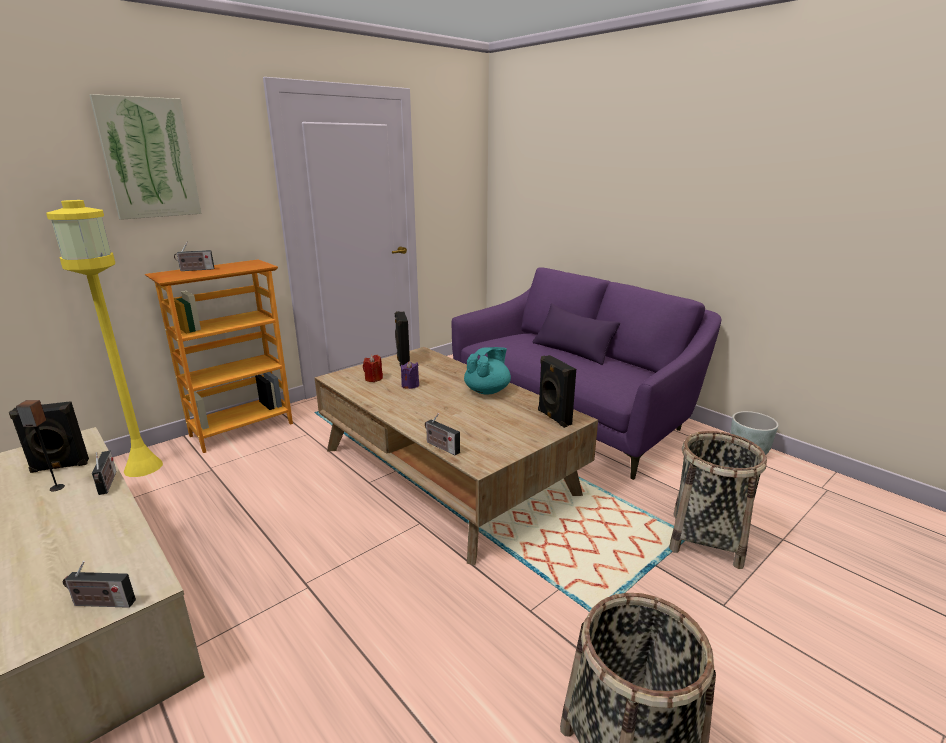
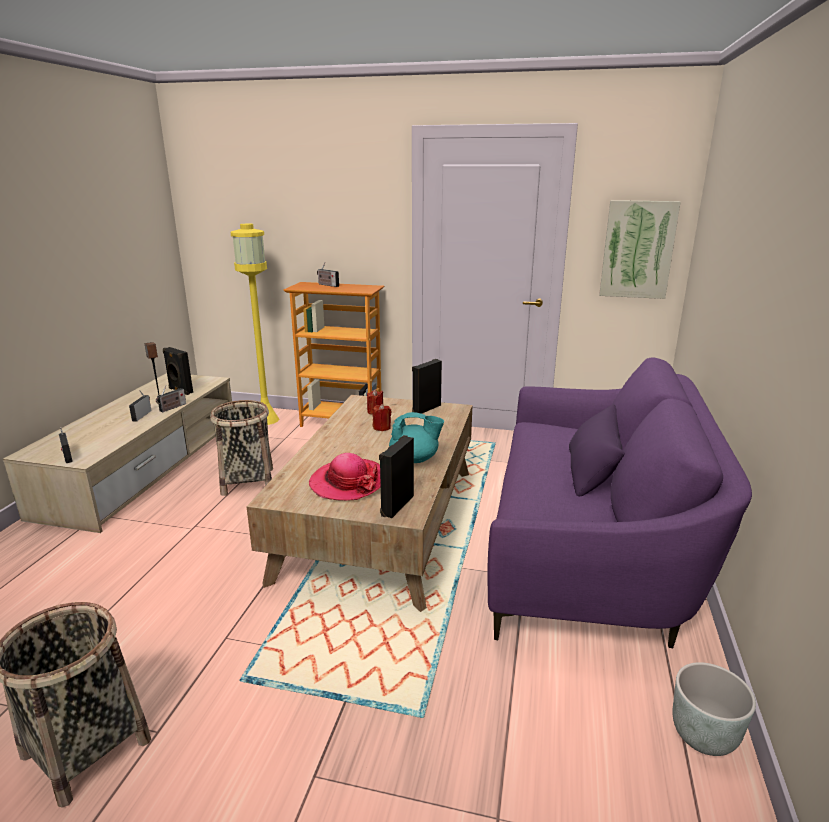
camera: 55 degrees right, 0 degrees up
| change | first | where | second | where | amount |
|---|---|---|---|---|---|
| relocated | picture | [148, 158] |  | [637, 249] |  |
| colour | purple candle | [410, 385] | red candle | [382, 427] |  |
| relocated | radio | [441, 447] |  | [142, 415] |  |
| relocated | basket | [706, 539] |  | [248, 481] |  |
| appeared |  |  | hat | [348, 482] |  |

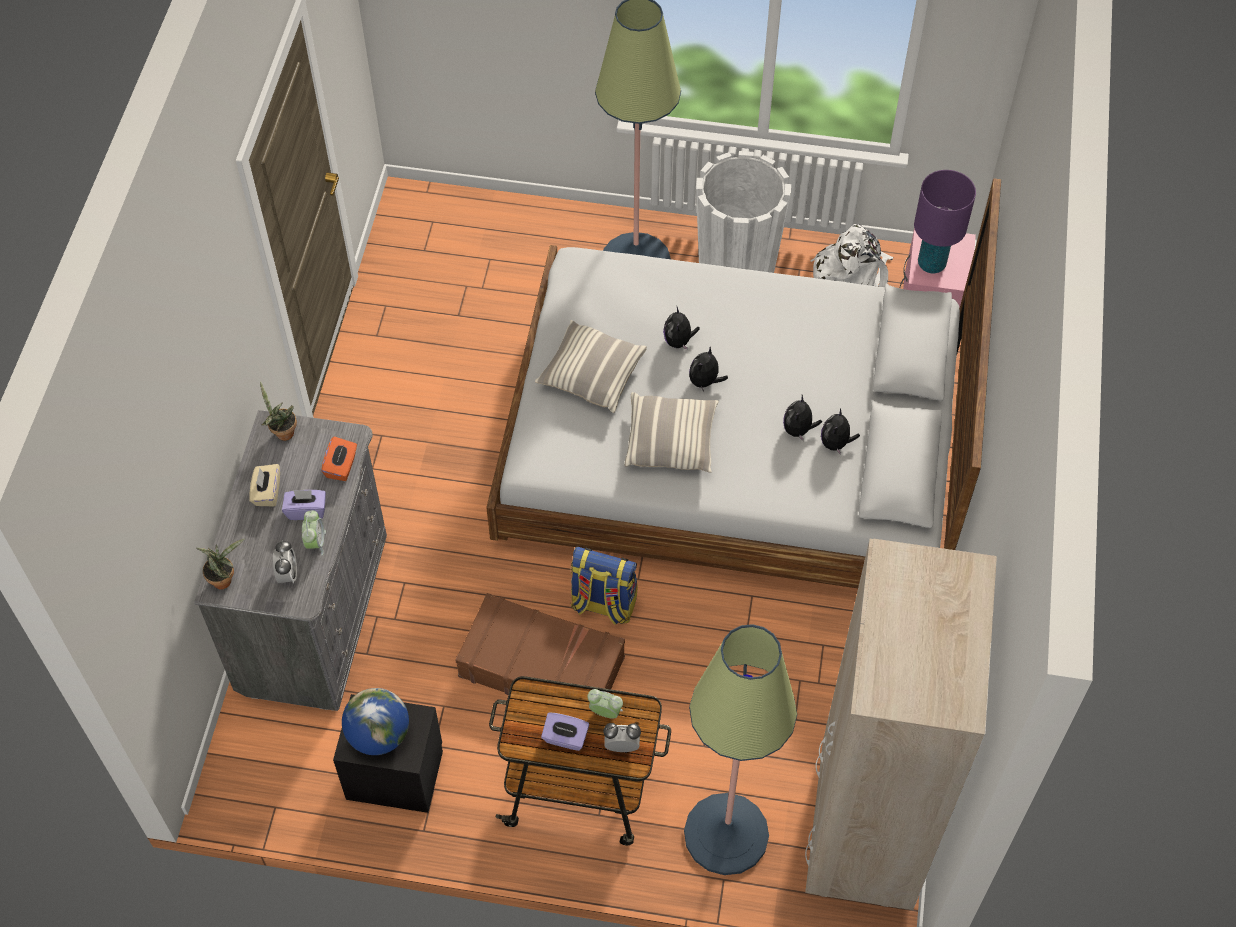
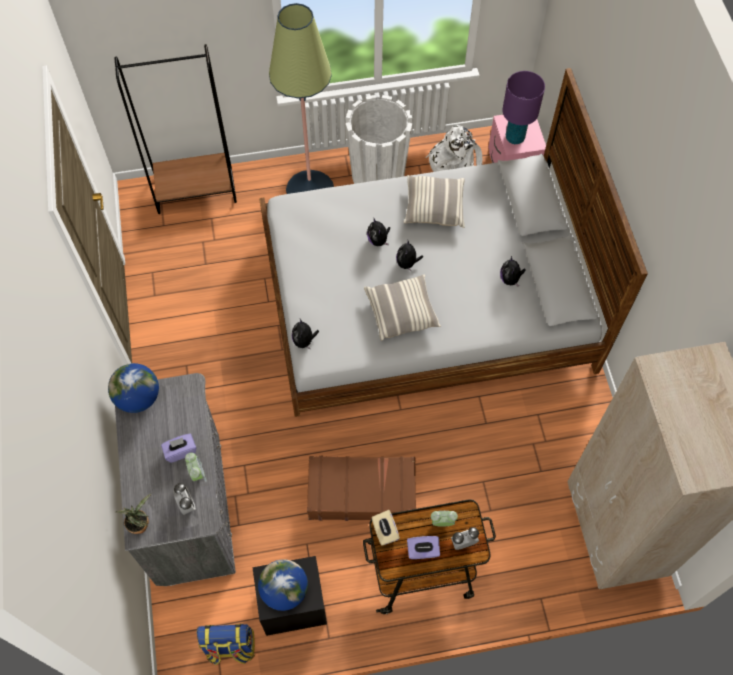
camera: 20 degrees left, 5 degrees up
| change | first | where | second | where | amount |
|---|---|---|---|---|---|
| relocated | pillow | [591, 375] |  | [434, 207] |  |
| exchanged | potted plant | [282, 432] | globe | [138, 398] |  |
| relocated | plush toy | [798, 430] |  | [304, 341] |  |
| missing | orange tissue box | [341, 467] |  |  |  |
| relocated | beige tissue box | [267, 492] |  | [385, 531] |  |
| relocated | backpack | [603, 604] |  | [230, 647] |  |
| missing | floor lamp | [726, 834] |  |  |  |
| appeared |  |  | clothes rack | [195, 191] |  |

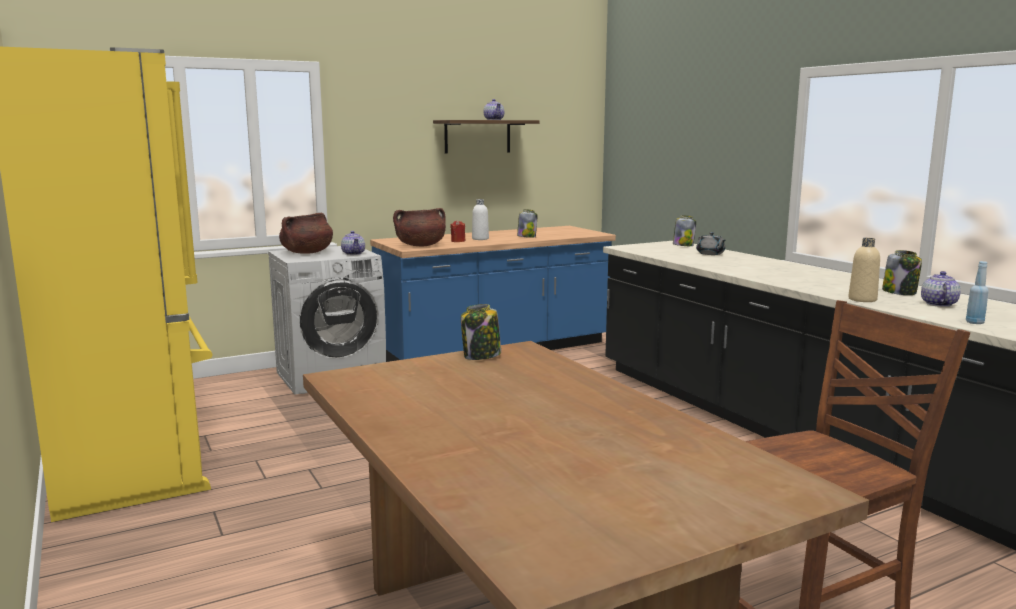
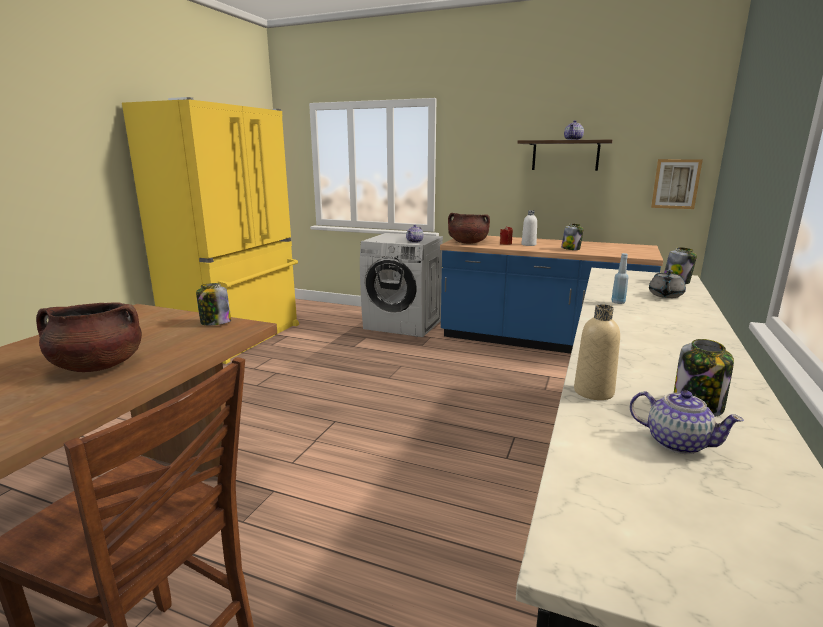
camera: 50 degrees right, 5 degrees up
| change | first | where | second | where | amount |
|---|---|---|---|---|---|
| relocated | brown cooking pot | [307, 253] |  | [97, 366] |  |
| relocated | blue bottle | [975, 322] |  | [618, 302] |  |
| spun | teapot | [938, 304] |  | [676, 442] | 60 degrees clockwise |
| appeared |  |  | picture | [675, 184] |  |

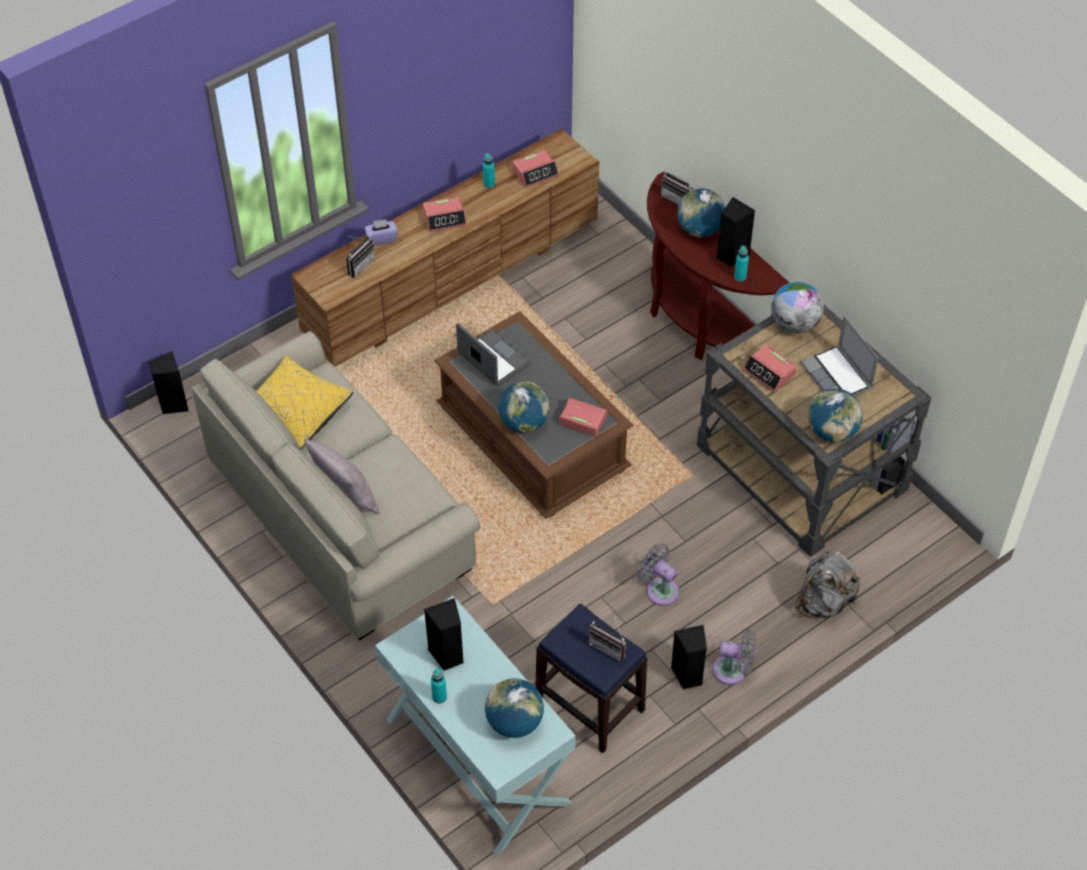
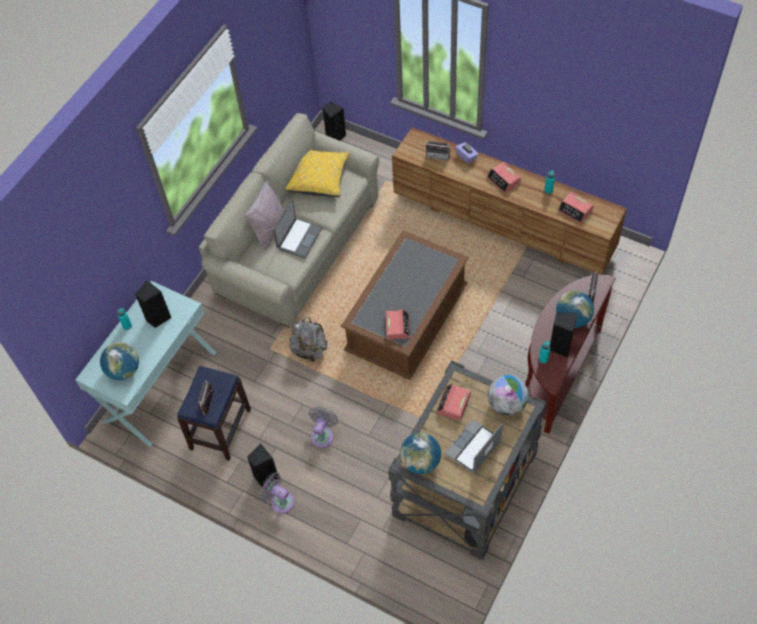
camera: 70 degrees right, 5 degrees up
| change | first | where | second | where | amount |
|---|---|---|---|---|---|
| relocated | laptop | [492, 360] |  | [299, 238] |  |
| missing | globe | [524, 423] |  |  |  |
| relocated | grey backpack | [824, 601] |  | [310, 349] |  |
| spun | grey fan | [733, 671] |  | [280, 501] | 135 degrees clockwise |

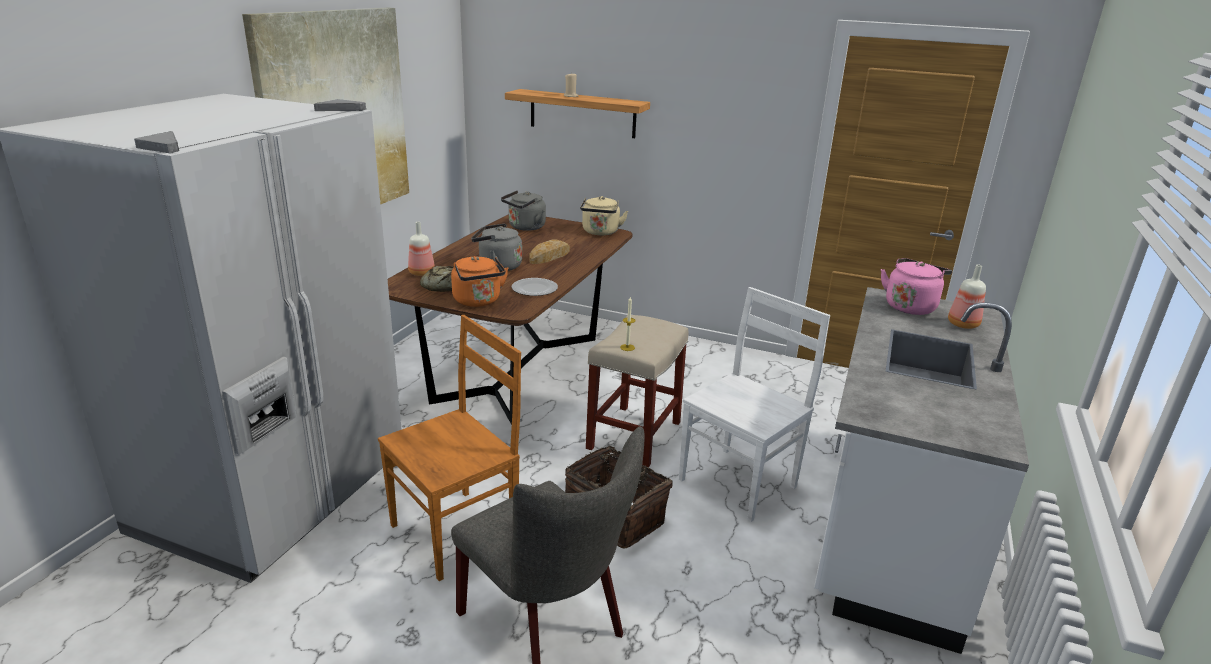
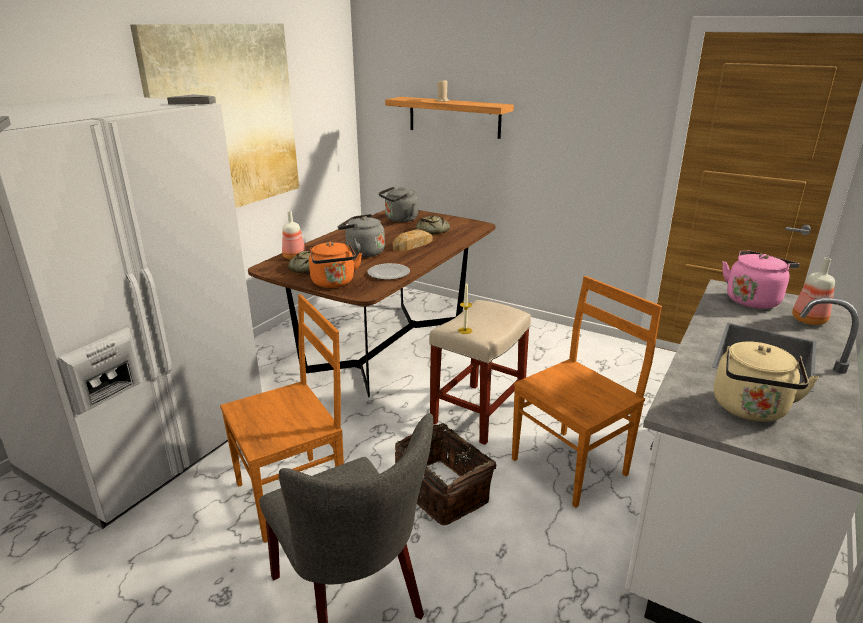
camera: 10 degrees right, 0 degrees up
| change | first | where | second | where | amount |
|---|---|---|---|---|---|
| relocated | beige kettle | [600, 232] |  | [750, 410] |  |
| colour | white chair | [739, 482] | brown chair | [571, 465] |  |
| appeared |  |  | bread | [431, 231] |  |

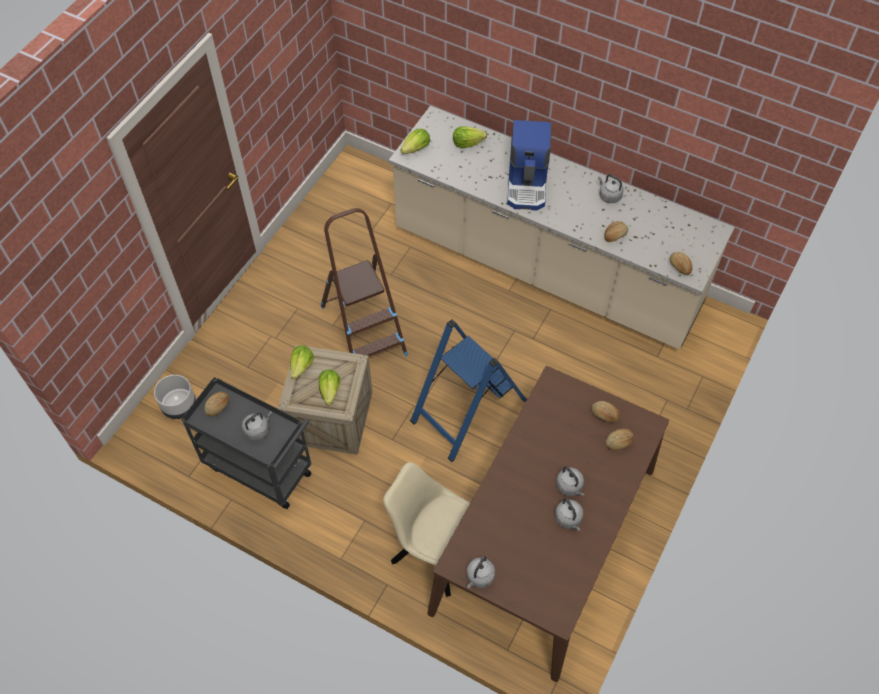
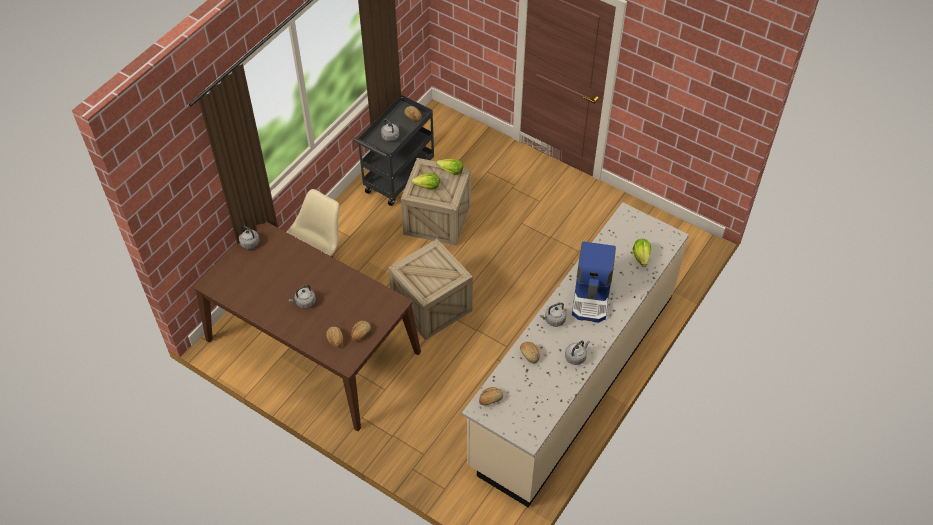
camera: 95 degrees right, 5 degrees down
| change | first | where | second | where | amount |
|---|---|---|---|---|---|
| spun | coffee machine | [528, 184] |  | [592, 296] | 90 degrees counterclockwise |
| missing | lettuce | [416, 149] |  |  |  |
| missing | brown step ladder | [364, 330] |  |  |  |
| exchanged | blue step ladder | [467, 410] | crate | [431, 306] |  |
| missing | grey planter | [179, 405] |  |  |  |
| relocated | grey kettle | [568, 519] |  | [553, 320] |  |

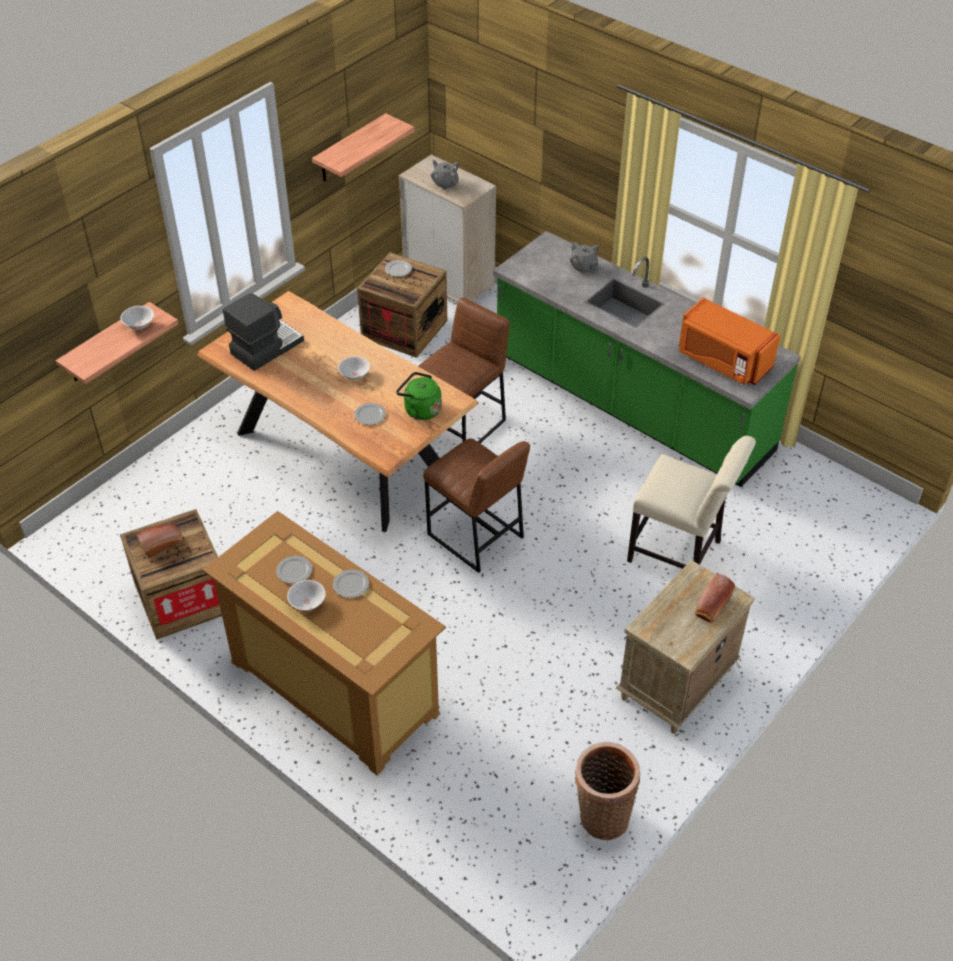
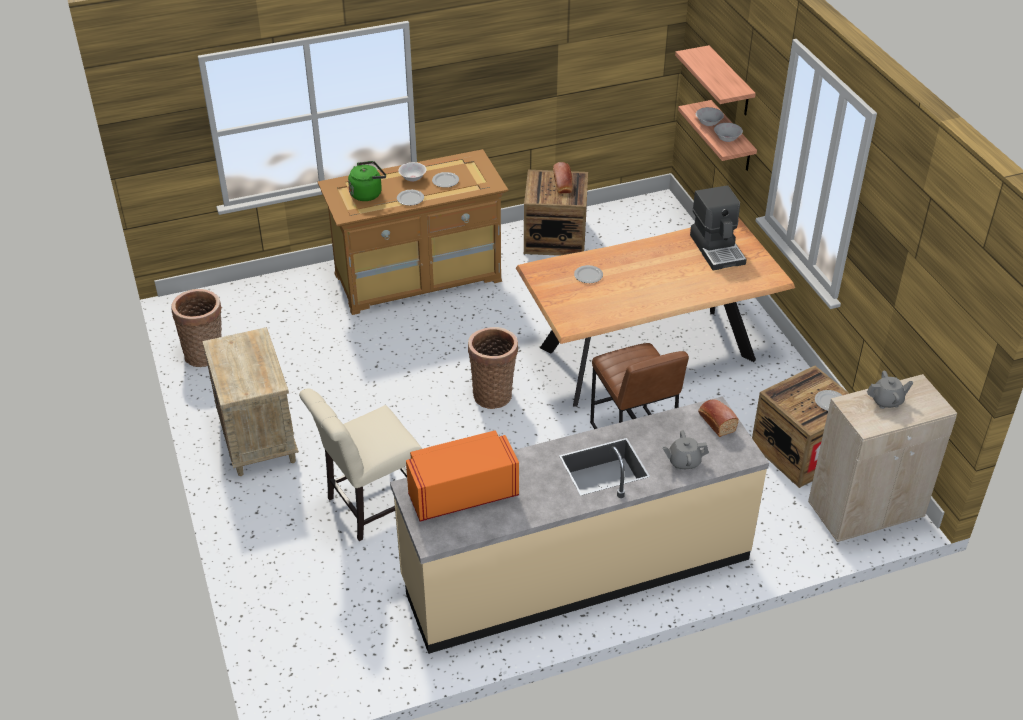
camera: 120 degrees right, 5 degrees down
| change | first | where | second | where | amount |
|---|---|---|---|---|---|
| relocated | shelf | [350, 149] |  | [730, 82] |  |
| colour | green counter | [630, 405] | beige counter | [576, 569] |  |
| relocated | white bowl | [354, 375] |  | [708, 123] |  |
| relocated | green kettle | [420, 409] |  | [368, 193] |  |
| exchanged | brown chair | [476, 536] | basket | [493, 393] |  |
| relocated | bread | [712, 606] |  | [715, 422] |  |

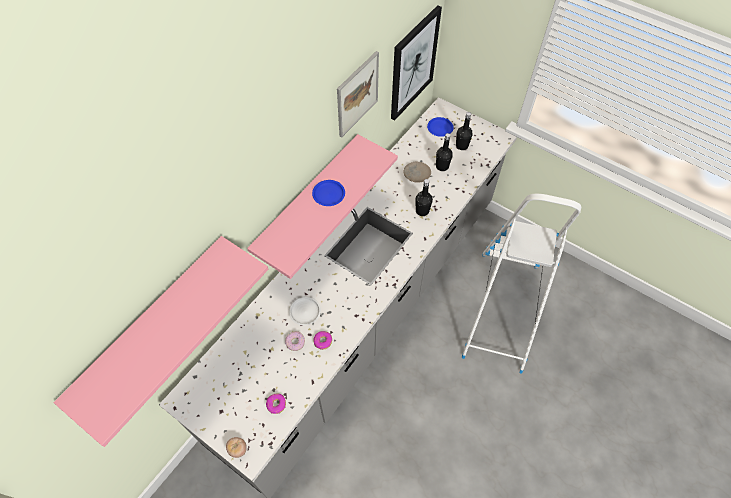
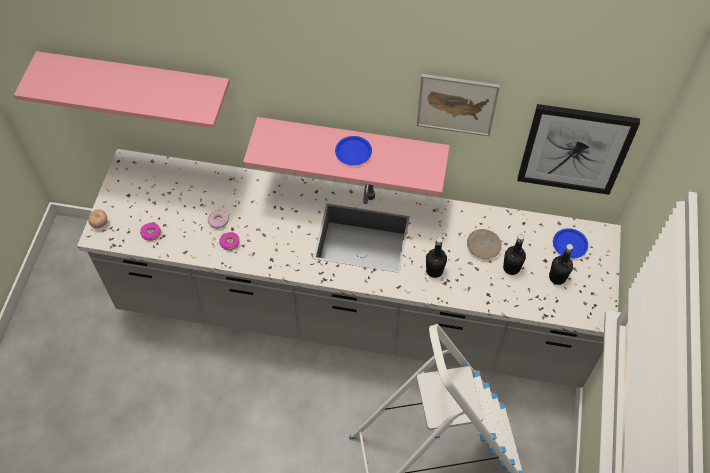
camera: 65 degrees right, 0 degrees up
| change | first | where | second | where | amount |
|---|---|---|---|---|---|
| missing | white plate | [305, 312] |  |  |  |

